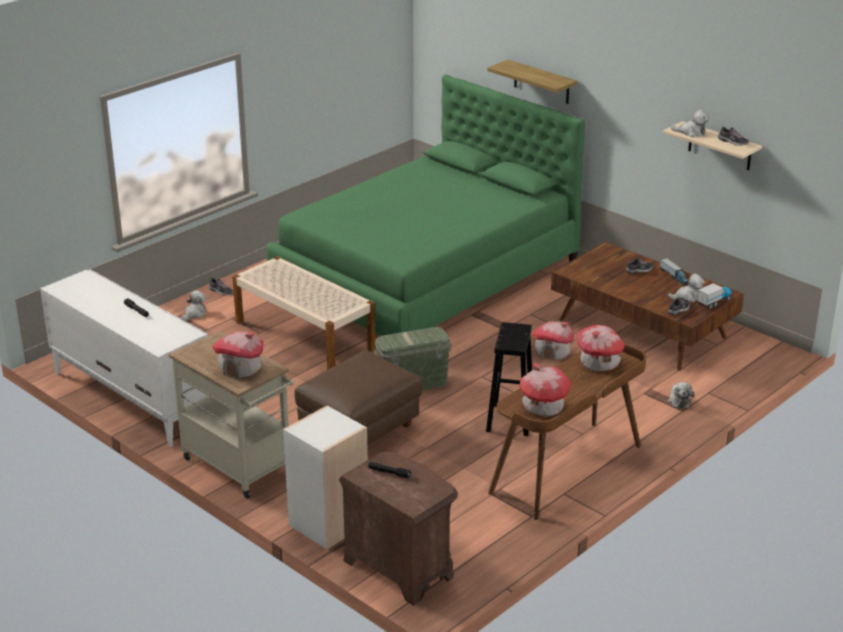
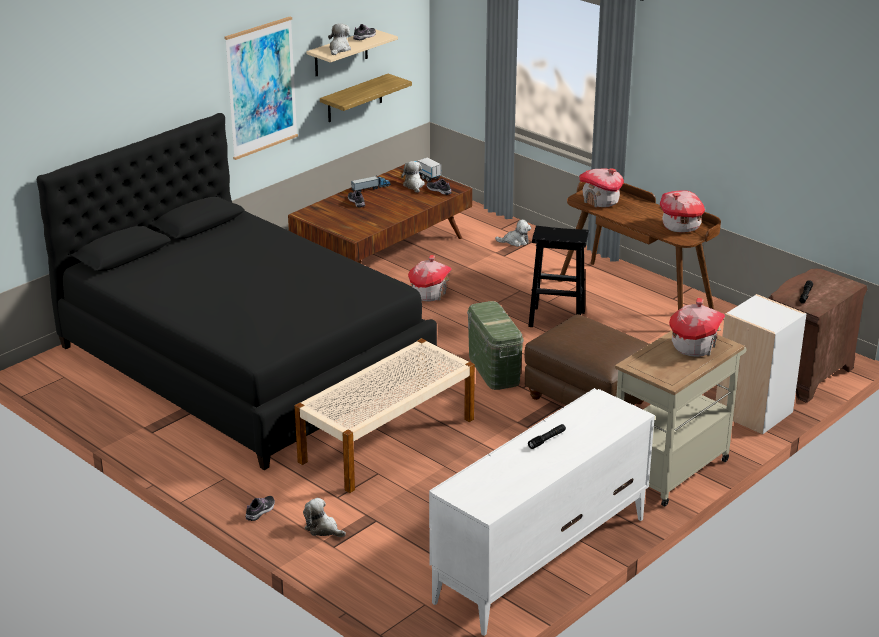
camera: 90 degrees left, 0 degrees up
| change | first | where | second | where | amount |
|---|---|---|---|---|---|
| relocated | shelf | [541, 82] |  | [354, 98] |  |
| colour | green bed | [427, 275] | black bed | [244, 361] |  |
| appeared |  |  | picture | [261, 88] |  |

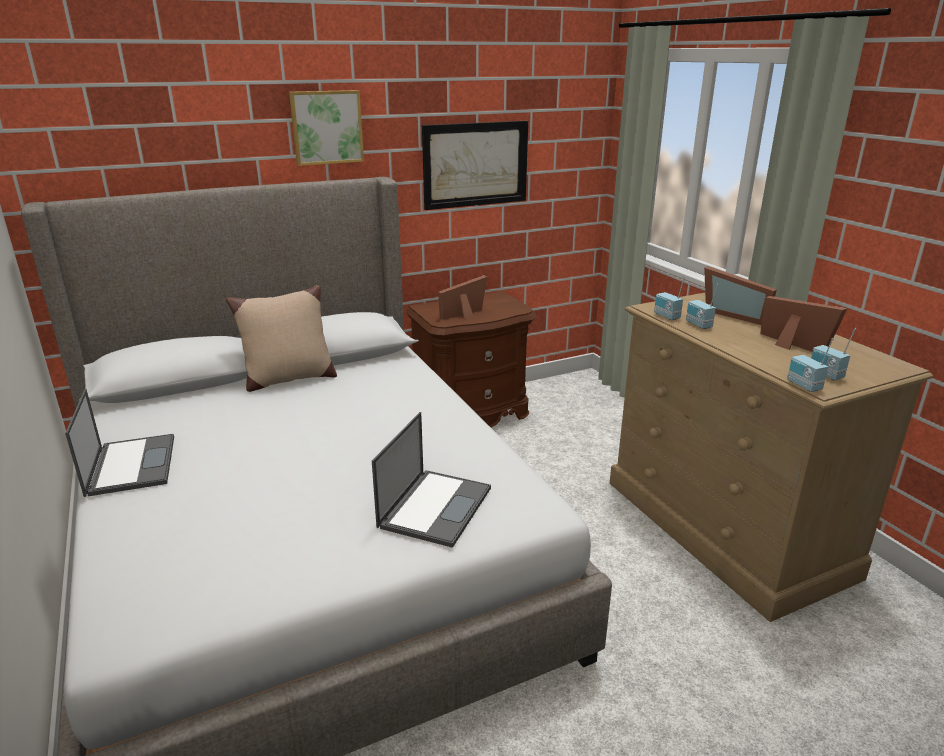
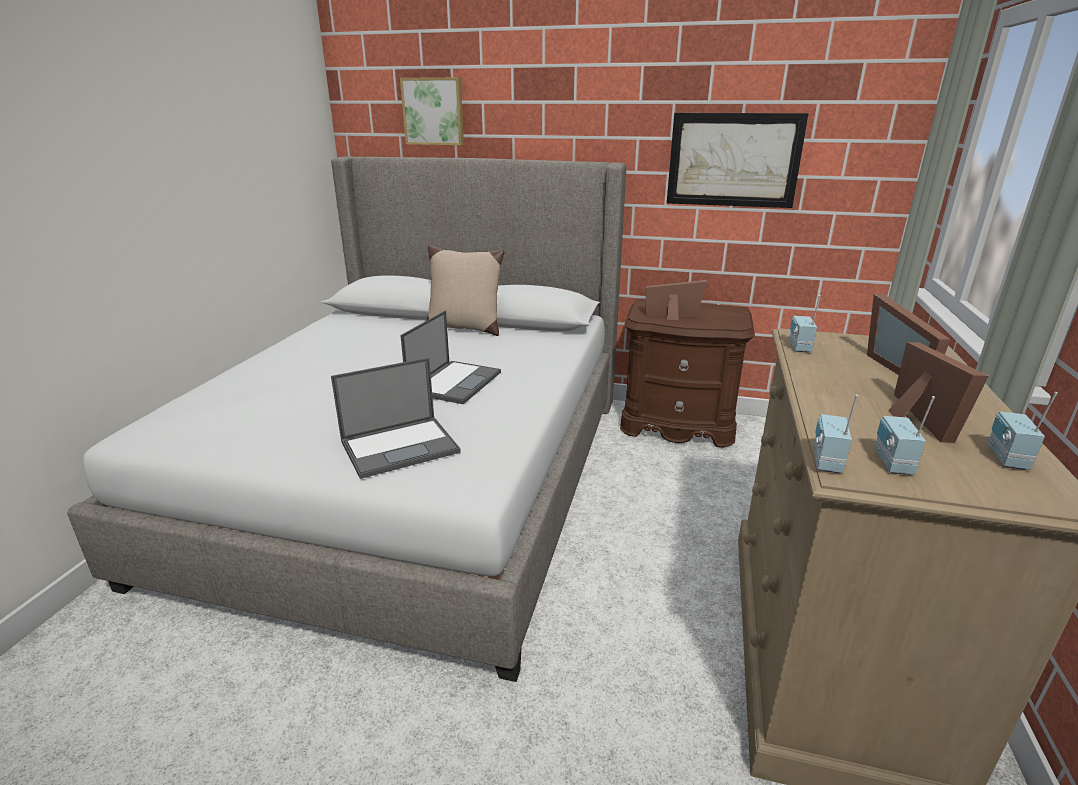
camera: 40 degrees right, 0 degrees up
| change | first | where | second | where | amount |
|---|---|---|---|---|---|
| relocated | picture | [326, 127] |  | [433, 111] |  |
| relocated | radio | [698, 325] |  | [1005, 458] |  |
| relocated | laptop | [131, 464] |  | [455, 382] |  |

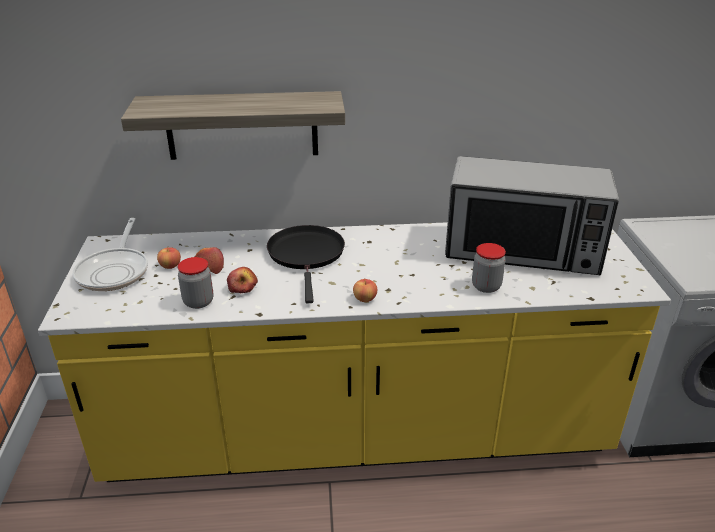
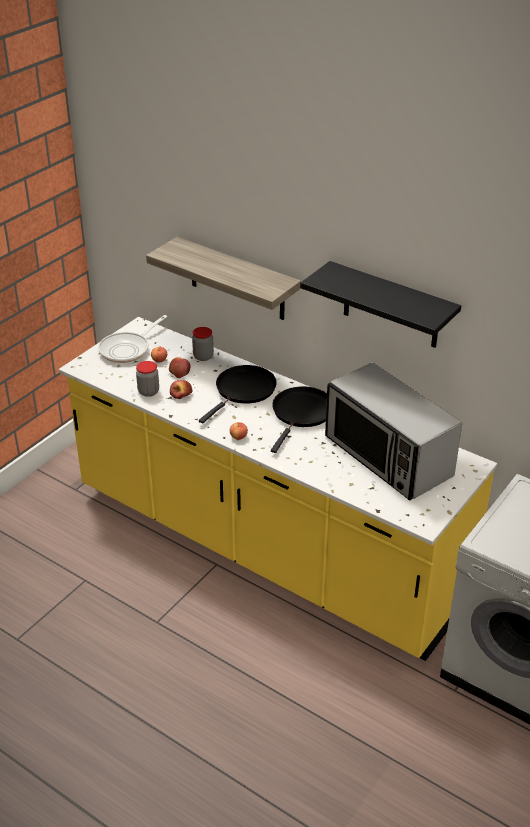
camera: 40 degrees right, 5 degrees up
| change | first | where | second | where | amount |
|---|---|---|---|---|---|
| relocated | jar | [486, 286] |  | [203, 356] |  |
| appeared |  |  | black shelf | [391, 306] |  |
| appeared |  |  | black frying pan | [301, 414] |  |

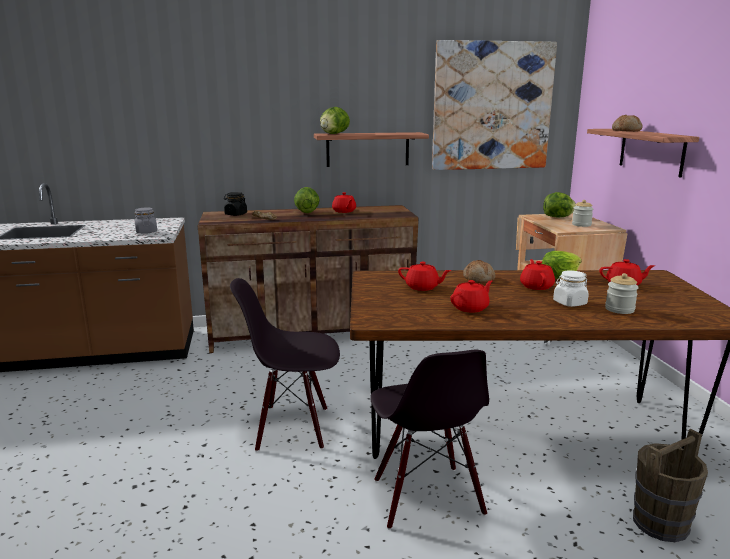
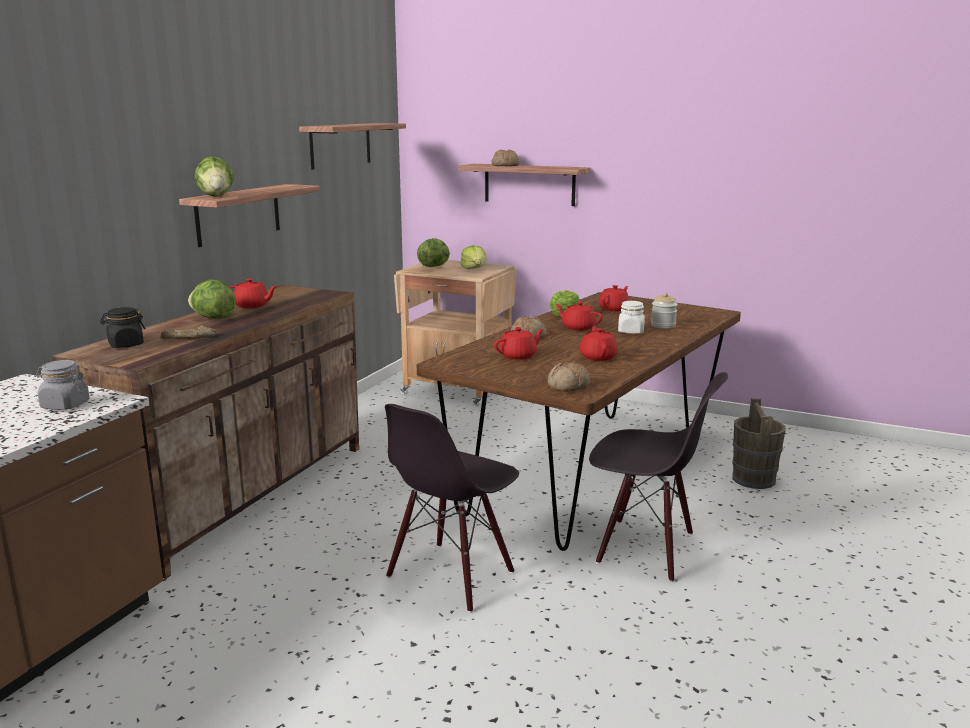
camera: 55 degrees left, 0 degrees up
| change | first | where | second | where | amount |
|---|---|---|---|---|---|
| exchanged | picture | [492, 106] | shelf | [340, 145] |  |
| exchanged | jar | [581, 225] | lettuce | [474, 269] |  |
| appeared |  |  | bread | [568, 386] |  |

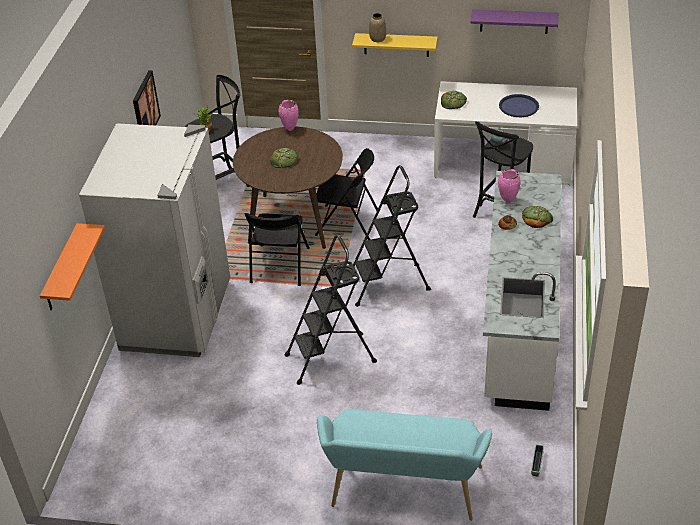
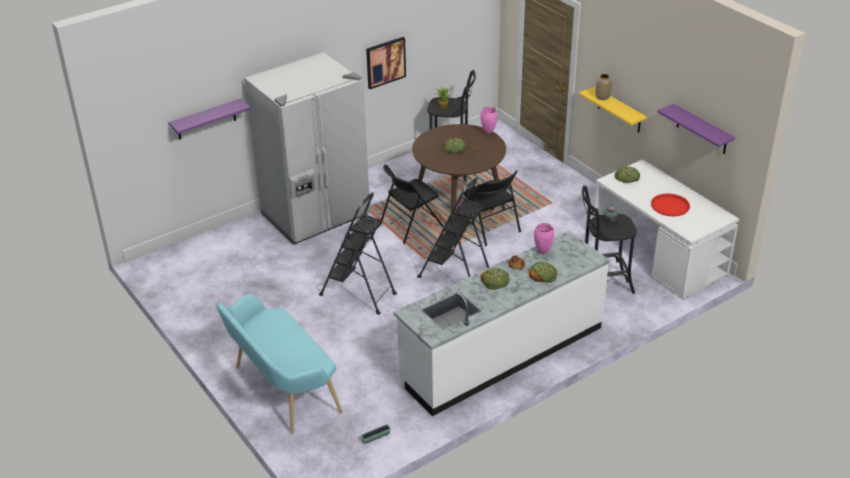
camera: 45 degrees right, 5 degrees down
| change | first | where | second | where | amount |
|---|---|---|---|---|---|
| colour | blue tray | [518, 106] | red tray | [670, 205] |  |
| colour | orange shelf | [61, 269] | purple shelf | [206, 119] |  |
| appeared |  |  | bread | [495, 280] |  |

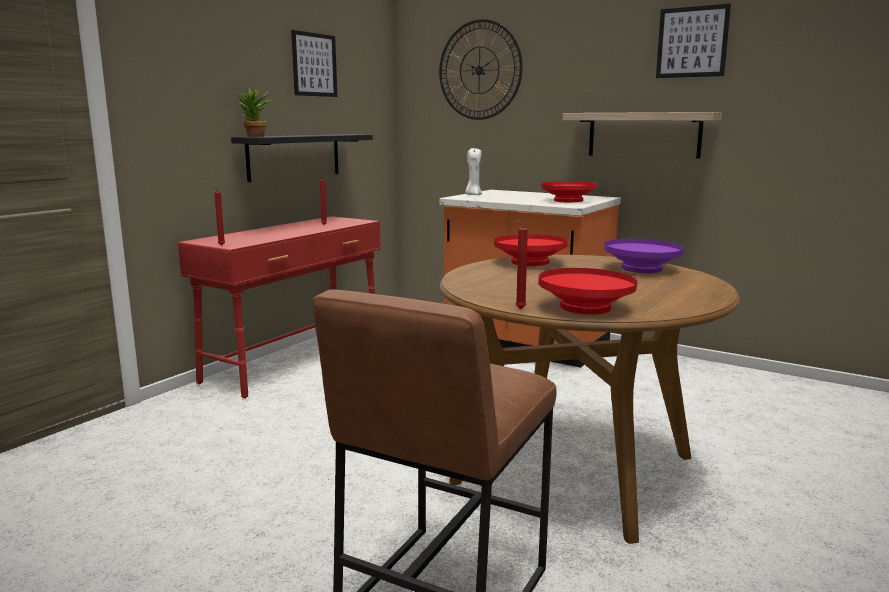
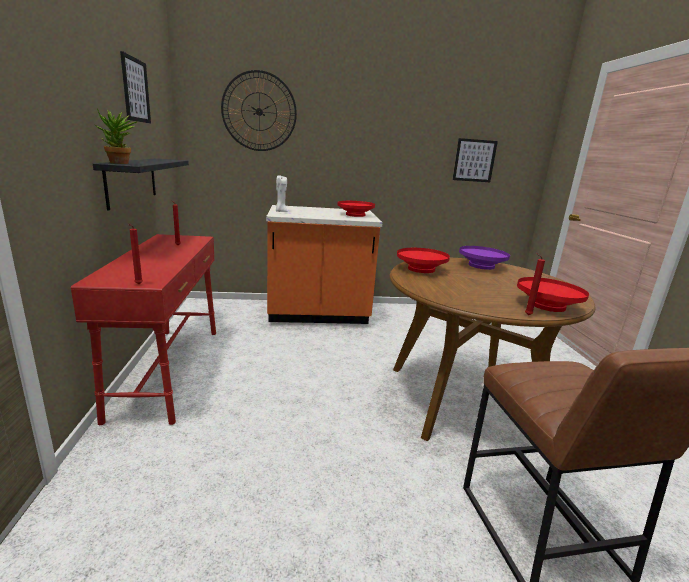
camera: 40 degrees left, 5 degrees up
| change | first | where | second | where | amount |
|---|---|---|---|---|---|
| relocated | picture | [692, 42] |  | [474, 160] |  |
| missing | shelf | [644, 135] |  |  |  |

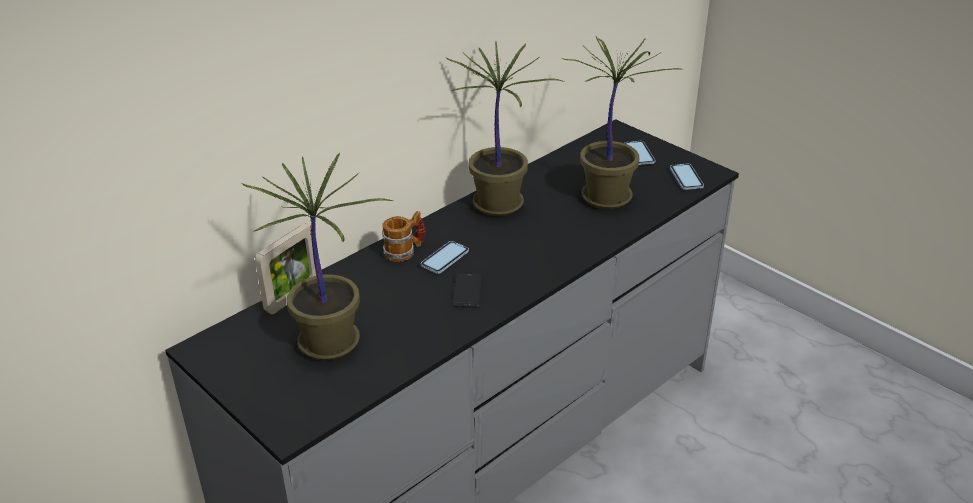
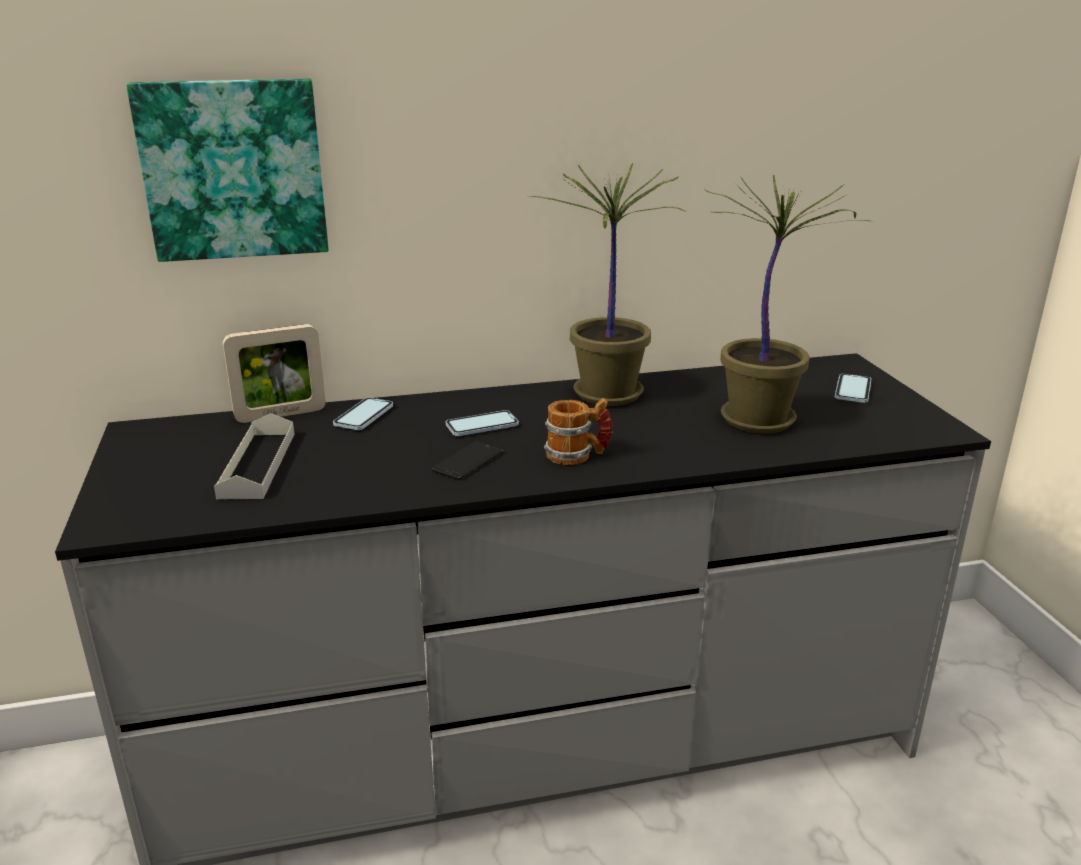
camera: 30 degrees right, 10 degrees down
| change | first | where | second | where | amount |
|---|---|---|---|---|---|
| exchanged | potted plant | [331, 344] | grey tray | [258, 464] |  |
| relocated | phone | [686, 178] |  | [364, 416] |  |
| relocated | mug | [405, 251] |  | [578, 455] |  |
| appeared |  |  | picture | [234, 169] |  |

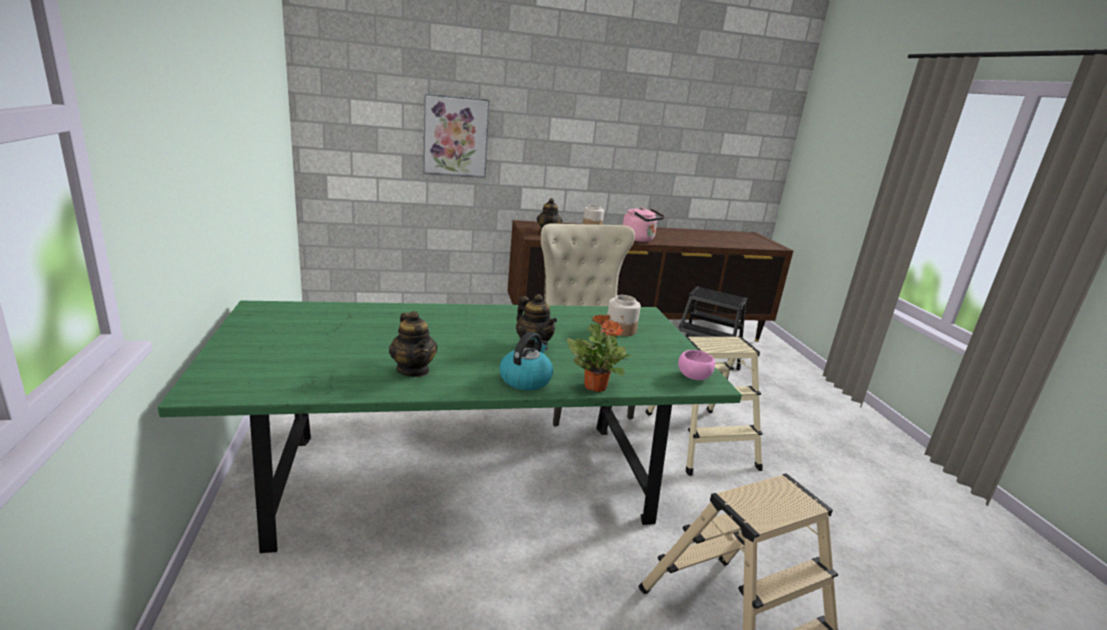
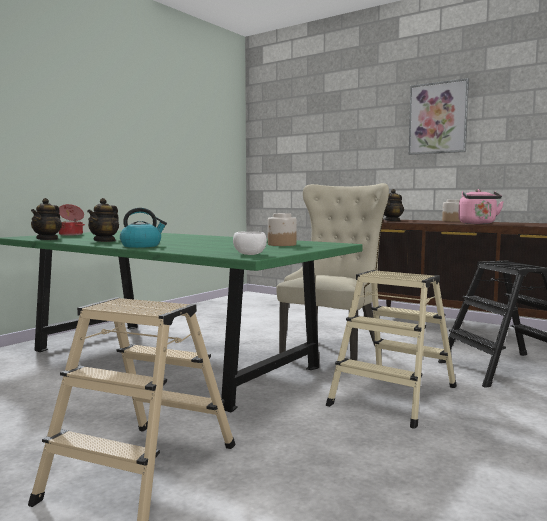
camera: 50 degrees right, 15 degrees down
| change | first | where | second | where | amount |
|---|---|---|---|---|---|
| relocated | picture | [455, 136] |  | [438, 118] |  |
| relocated | teapot | [533, 346] |  | [48, 239] |  |
| missing | potted plant | [595, 386] |  |  |  |
| colour | pink bowl | [694, 377] | white bowl | [249, 254] |  |
| appeared |  |  | cooking pot | [71, 234] |  |

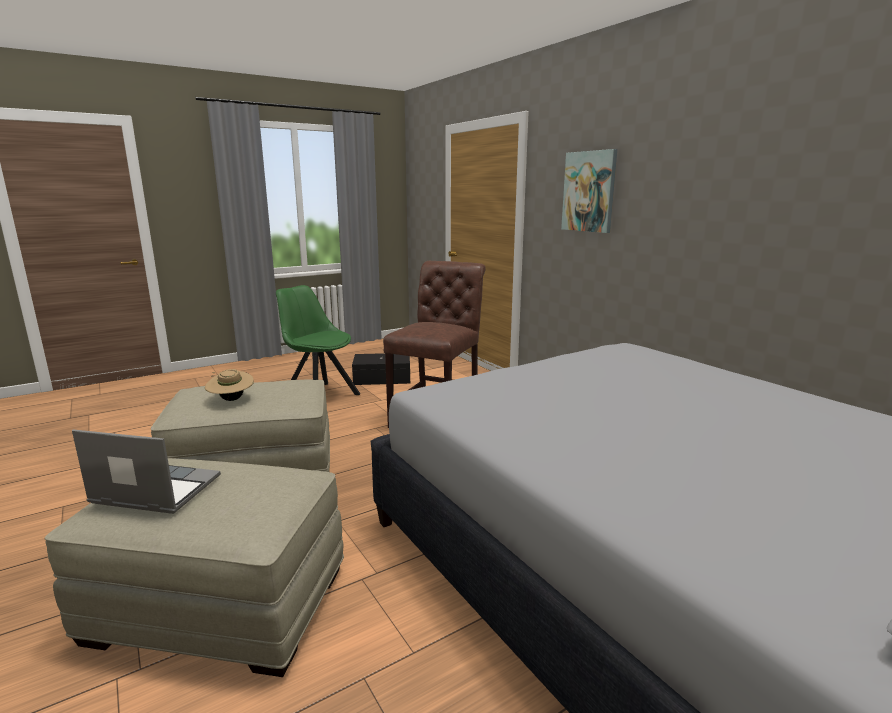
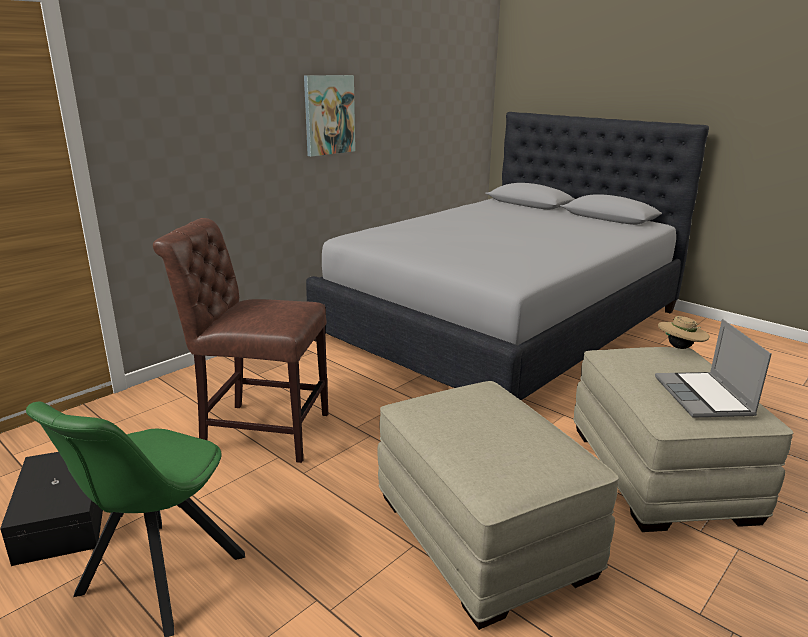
camera: 105 degrees left, 5 degrees up
| change | first | where | second | where | amount |
|---|---|---|---|---|---|
| relocated | picture | [589, 191] |  | [329, 115] |  |
| relocated | beige hat | [231, 399] |  | [680, 347] |  |

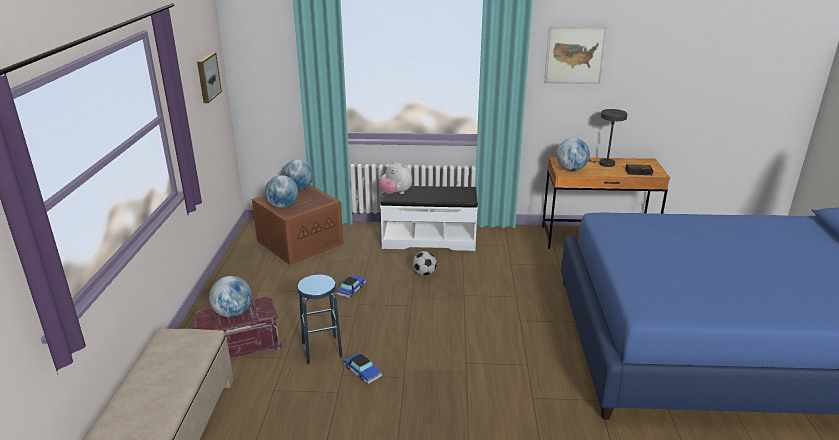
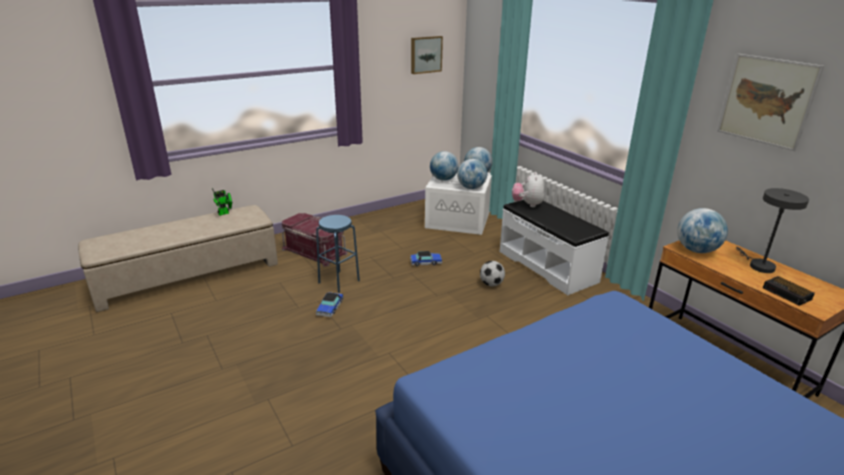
camera: 55 degrees right, 0 degrees up
| change | first | where | second | where | amount |
|---|---|---|---|---|---|
| colour | brown storage box | [300, 241] | white storage box | [459, 219] |  |
| relocated | globe | [233, 313] |  | [471, 188] |  |
| appeared |  |  | toy robot | [225, 213] |  |

